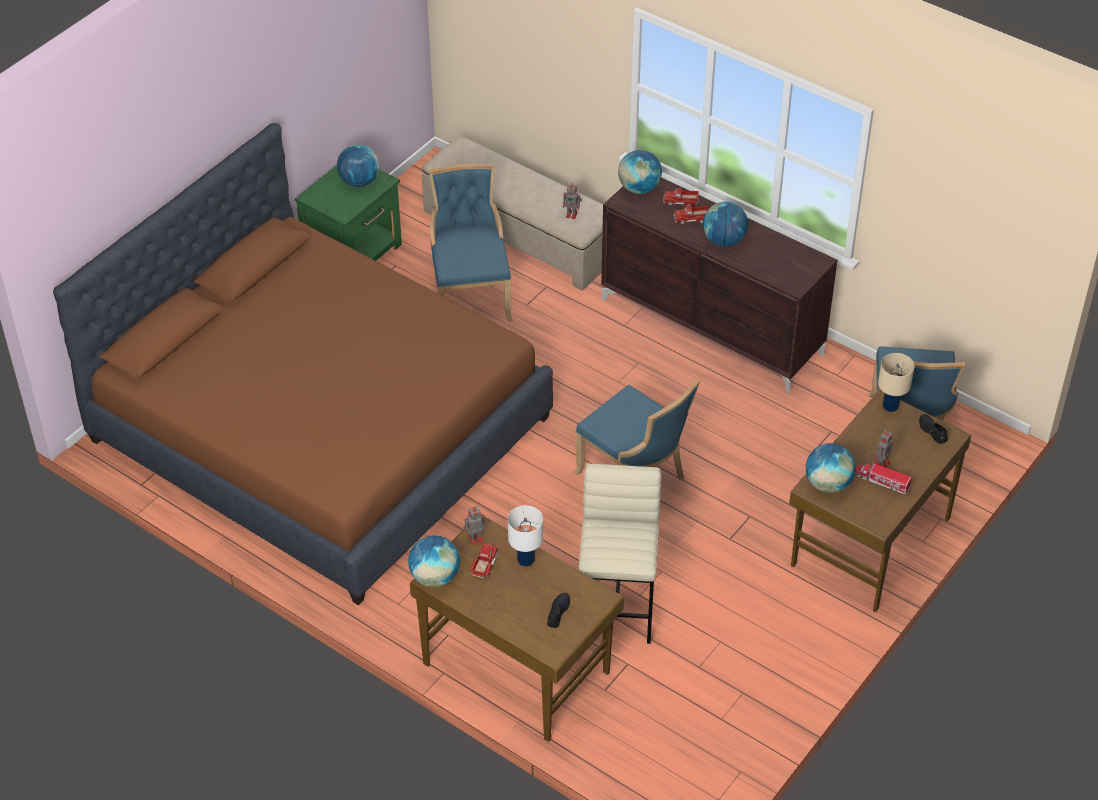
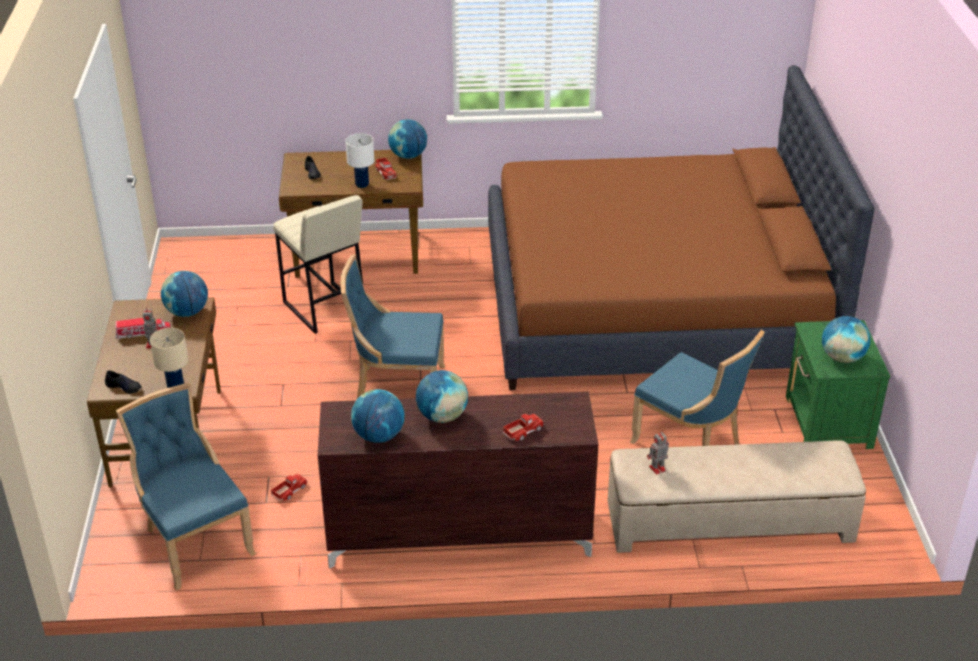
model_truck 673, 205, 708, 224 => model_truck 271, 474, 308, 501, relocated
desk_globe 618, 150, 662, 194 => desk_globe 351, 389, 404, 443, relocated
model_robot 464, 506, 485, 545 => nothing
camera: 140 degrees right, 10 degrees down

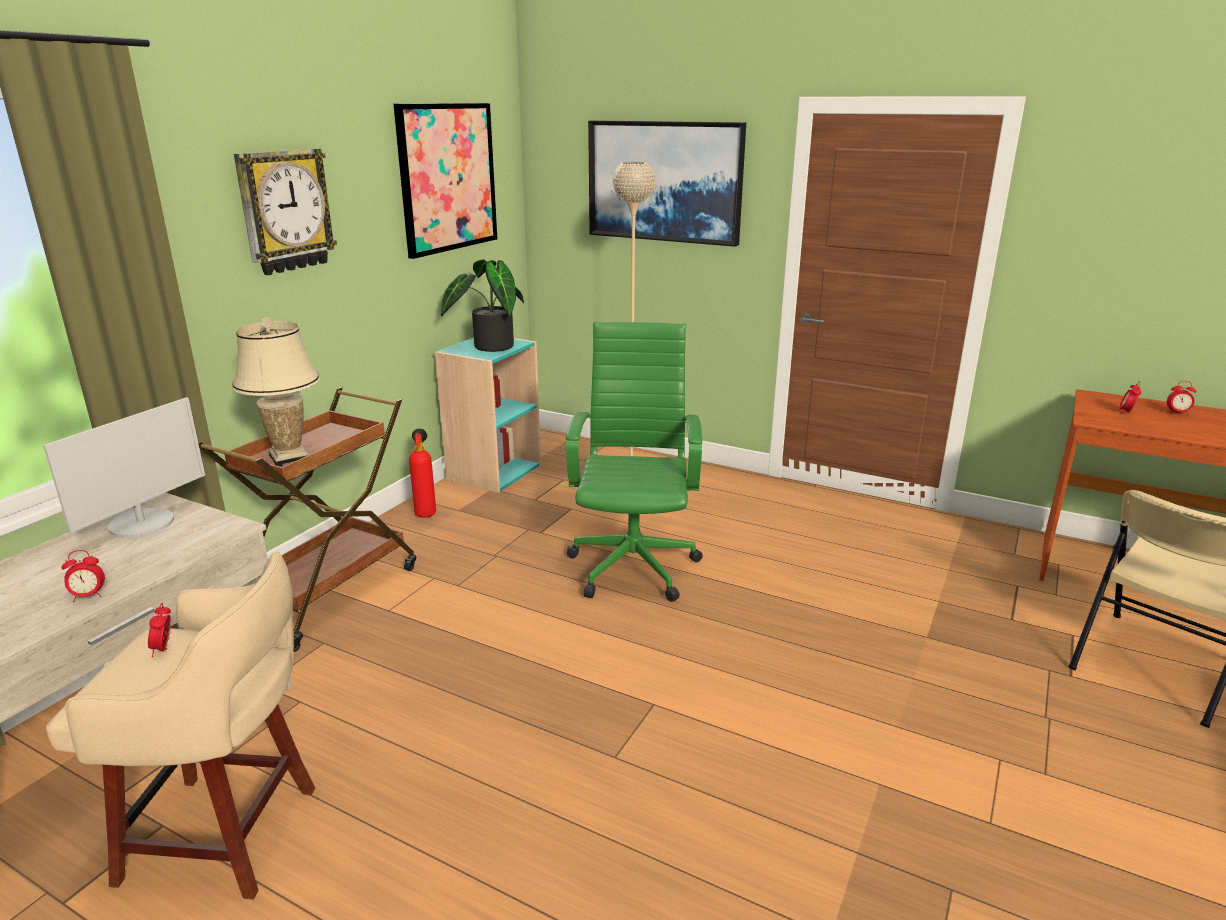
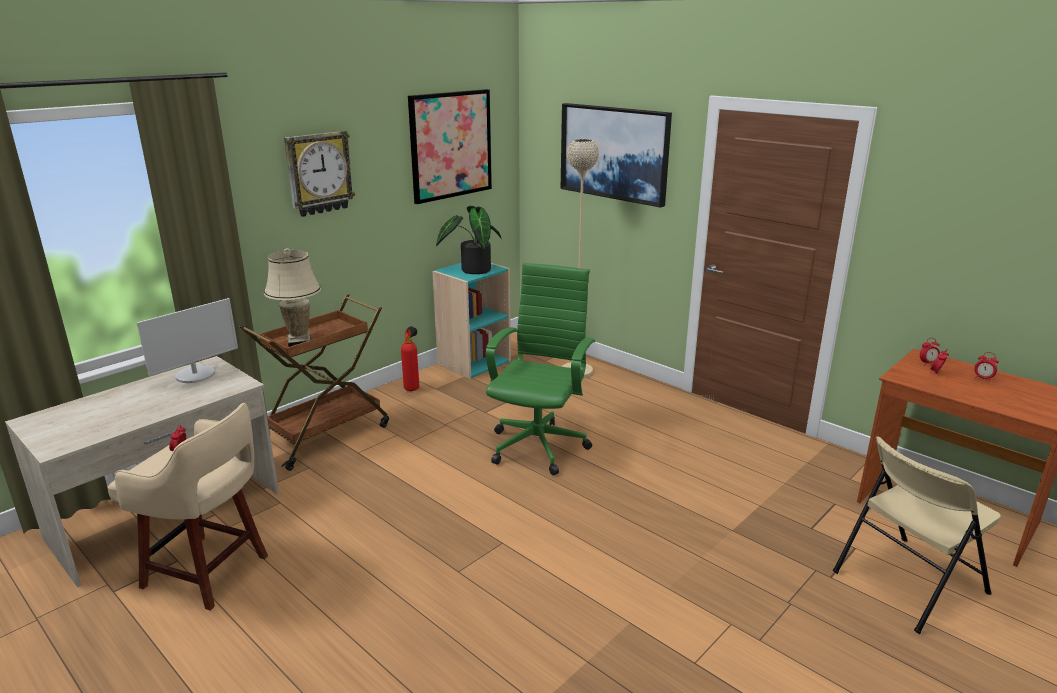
alarm_clock 61, 550, 105, 602 => alarm_clock 920, 338, 940, 364, relocated
camera: 15 degrees right, 0 degrees up

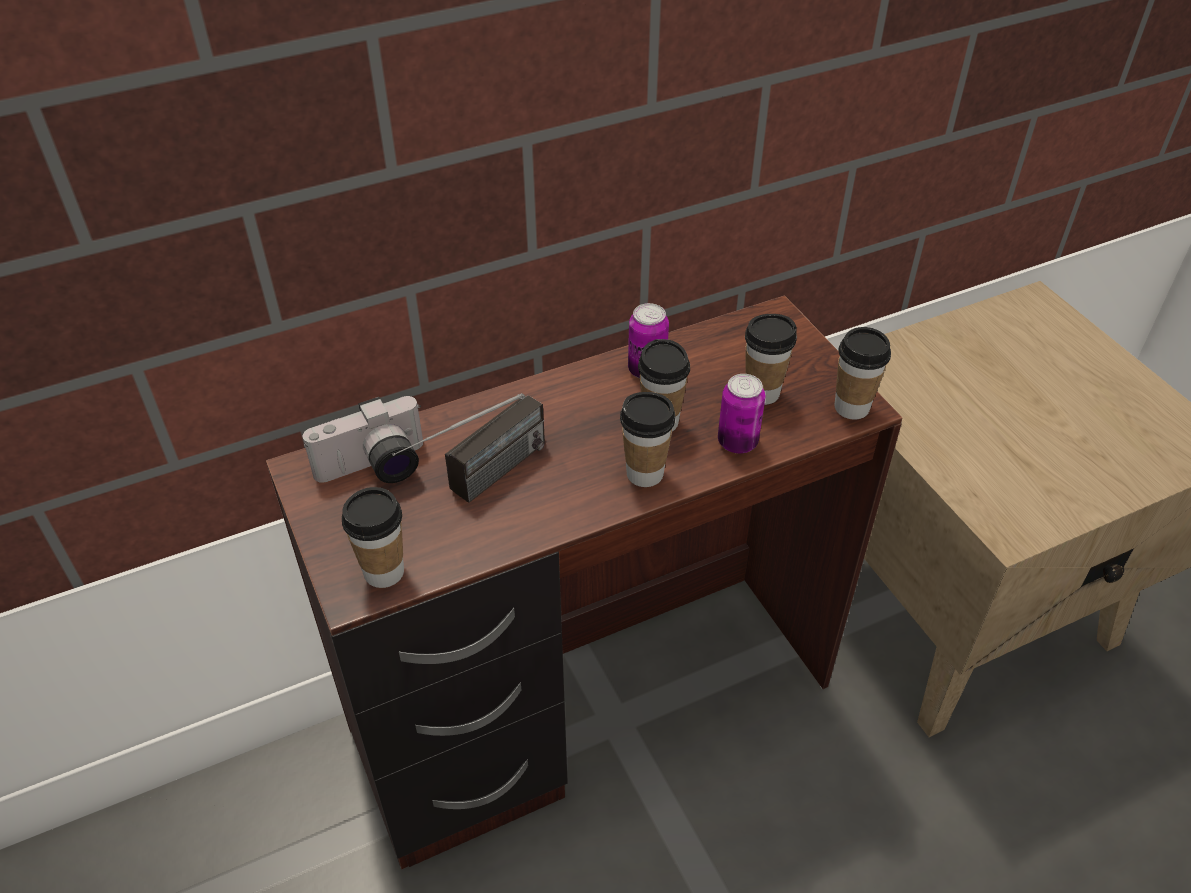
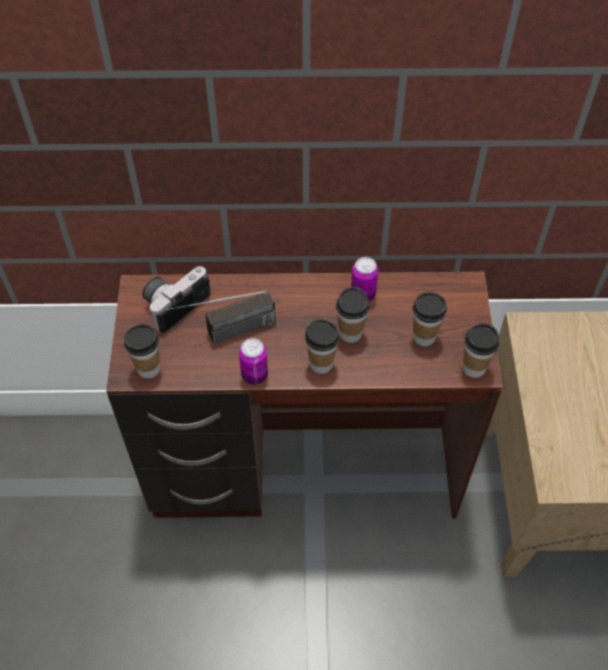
still_camera 303, 396, 423, 483 => still_camera 142, 266, 211, 333, 135 degrees clockwise
sealed_can 718, 374, 765, 453 => sealed_can 239, 338, 268, 385, relocated
camera: 25 degrees right, 10 degrees up

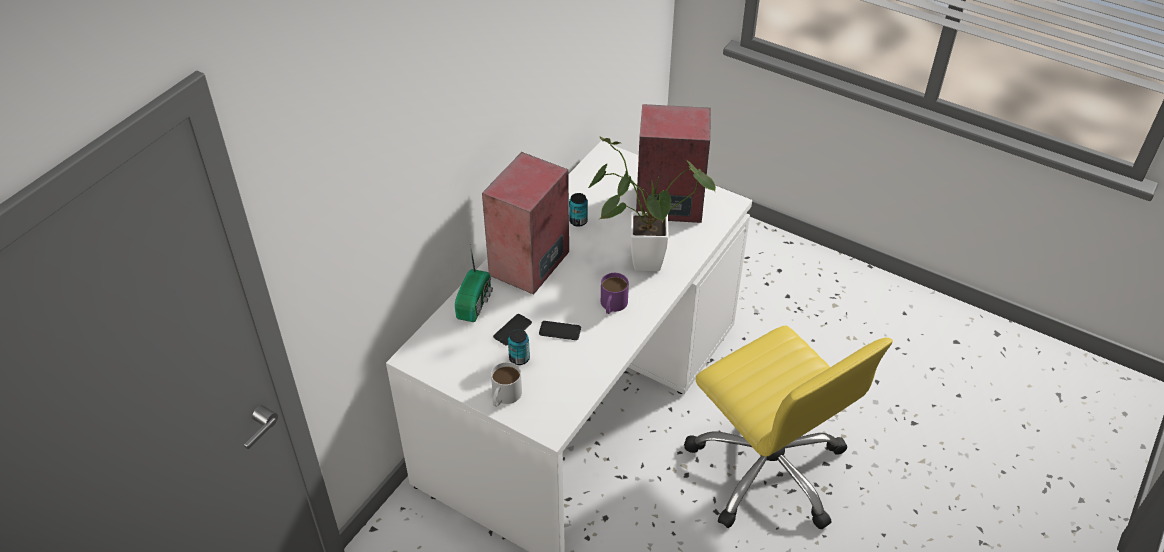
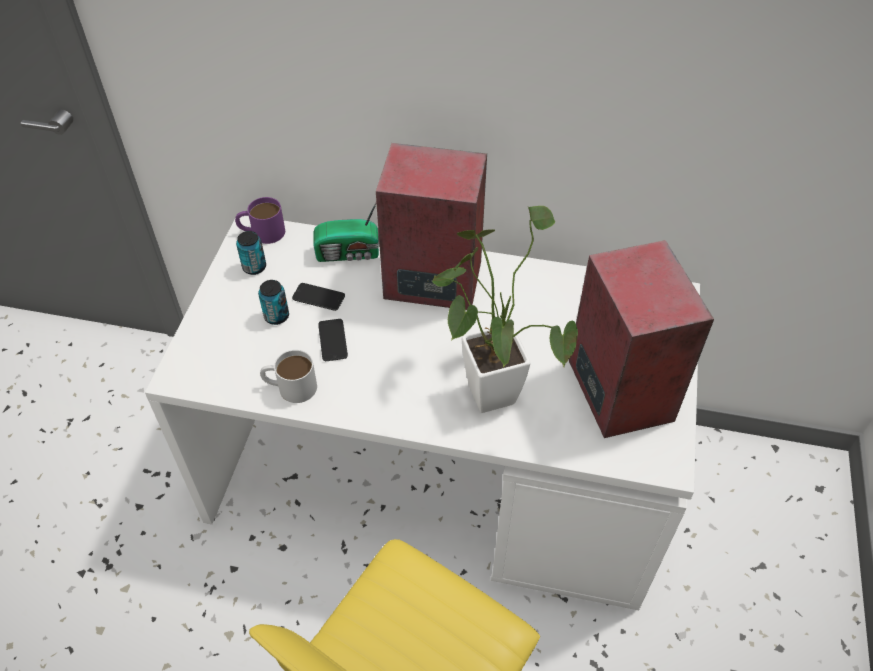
purple_mug 601, 273, 629, 314 => purple_mug 235, 197, 285, 244, relocated
sealed_can 569, 193, 588, 227 => sealed_can 236, 231, 266, 275, relocated
white-coloured_mug 491, 362, 522, 407 => white-coloured_mug 260, 350, 317, 403, relocated
camera: 70 degrees right, 5 degrees up

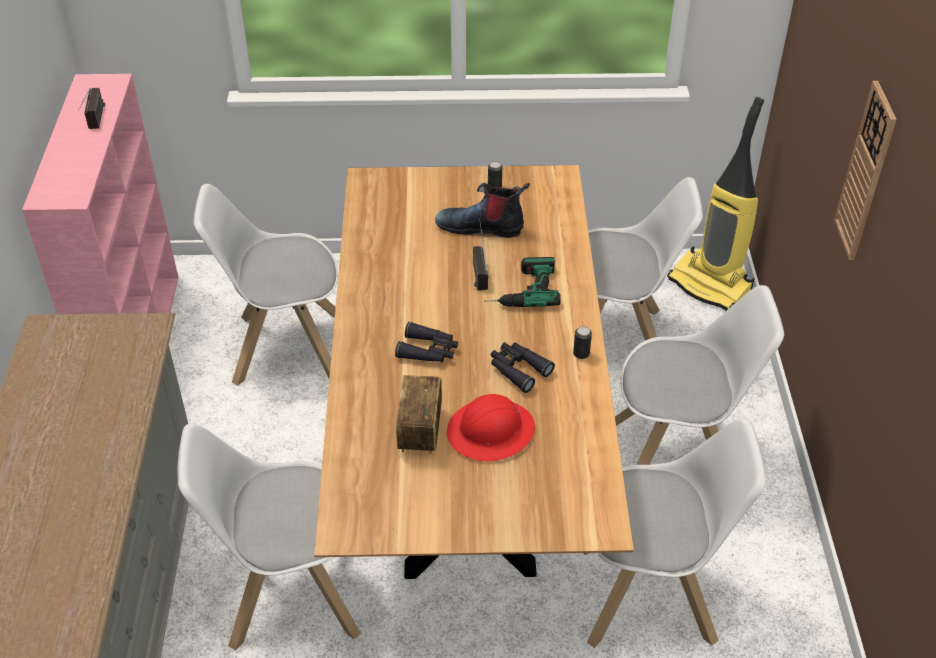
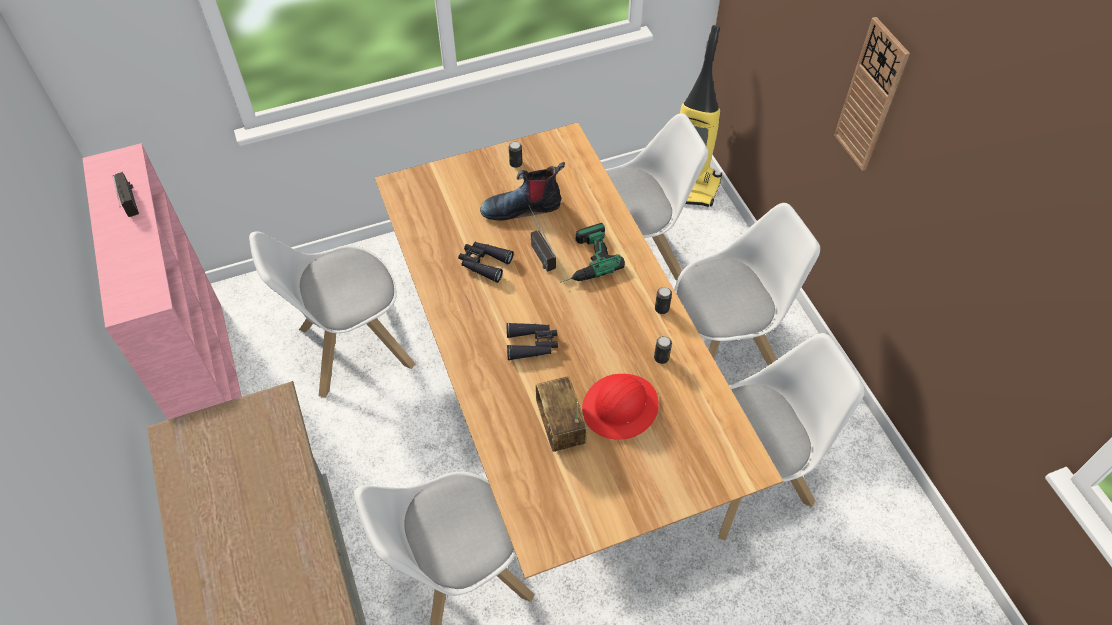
black_pair_of_binoculars 491, 342, 555, 393 => black_pair_of_binoculars 458, 242, 514, 283, relocated
nothing => sealed_can 654, 336, 672, 364
camera: 20 degrees left, 10 degrees up

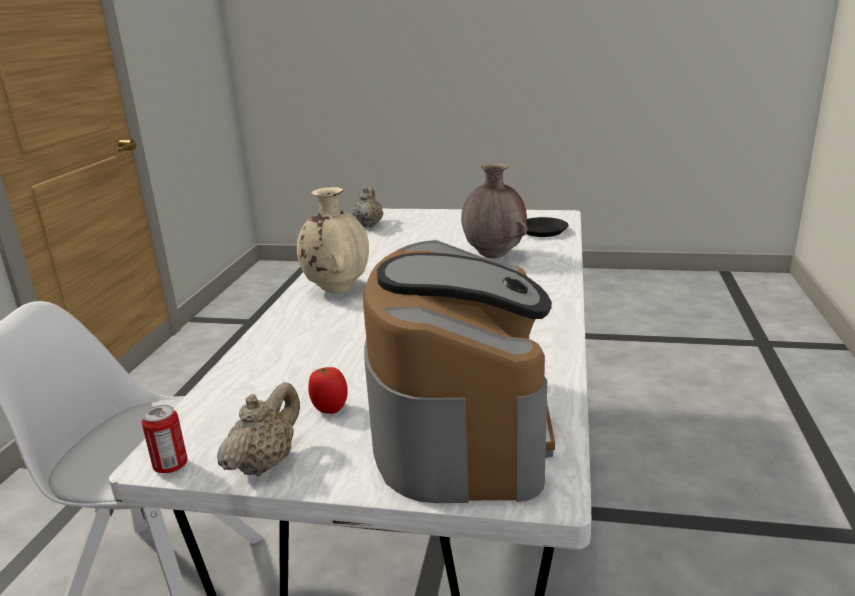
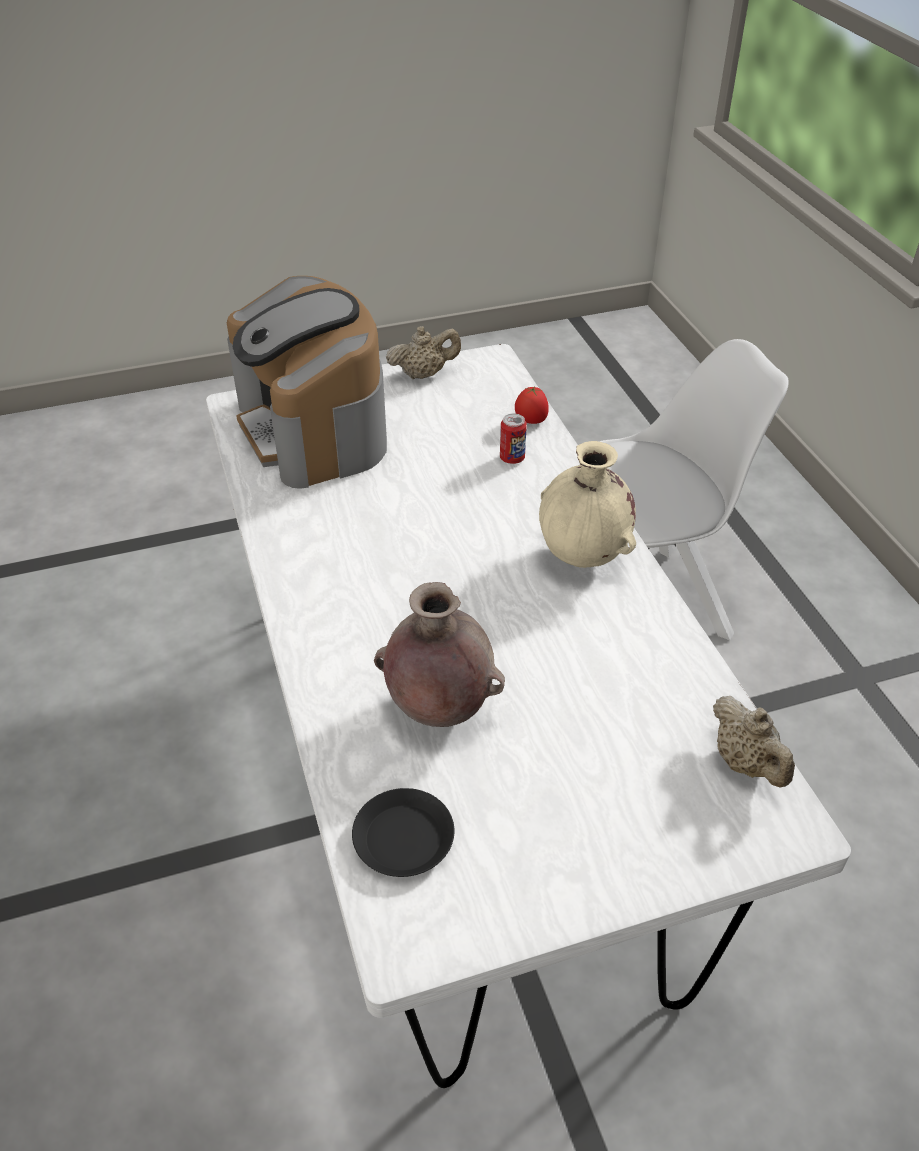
beige-coloured_tea_pot 217, 382, 300, 476 => beige-coloured_tea_pot 386, 326, 461, 379, 105 degrees counterclockwise
sealed_can 141, 405, 188, 473 => sealed_can 500, 413, 527, 464, relocated
fresh_tomato 308, 367, 348, 414 => fresh_tomato 515, 387, 549, 424, relocated
camera: 150 degrees right, 20 degrees up

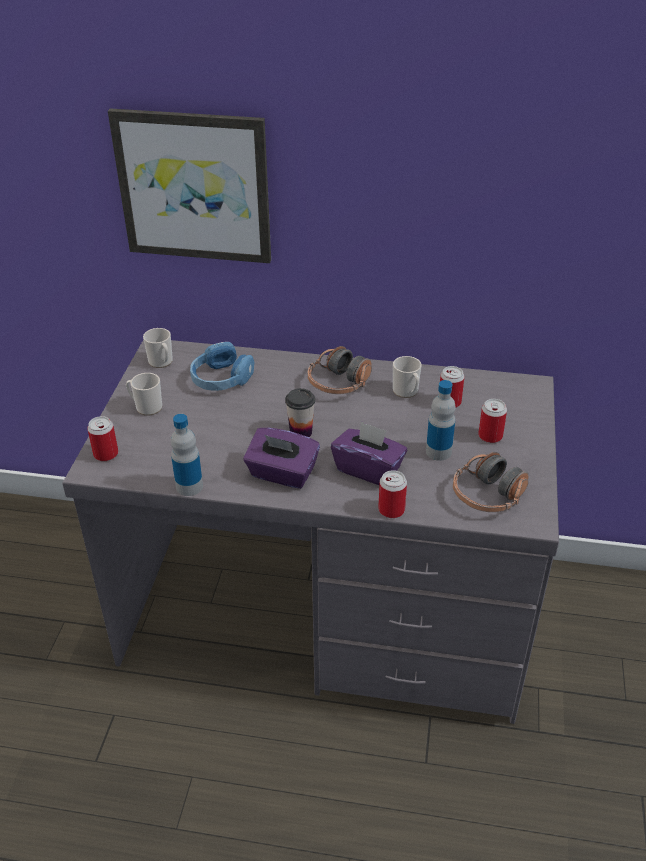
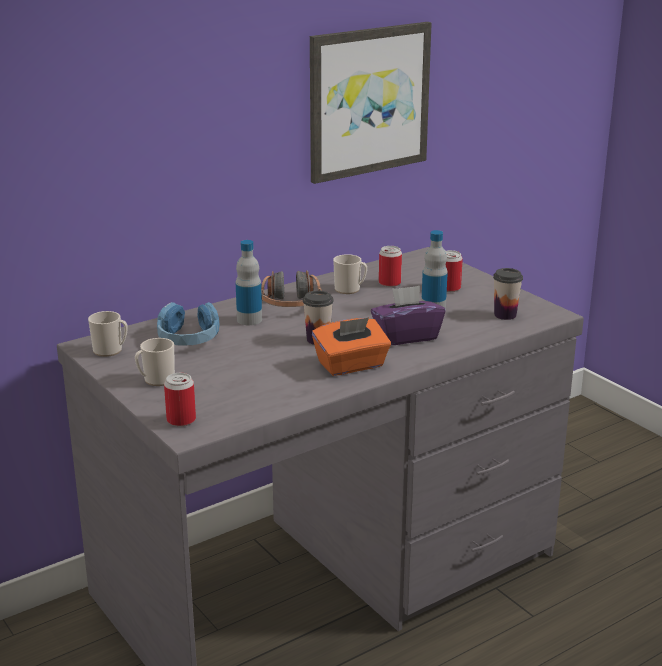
drink_bottle 171, 414, 203, 496 => drink_bottle 236, 240, 262, 325, relocated
wall_picture 108, 108, 271, 263 => wall_picture 310, 22, 432, 184, relocated
purple_tissue_box 243, 428, 320, 489 => orangey_tissue_box 312, 317, 391, 376
headphones 453, 452, 528, 512 => small_cup 493, 268, 523, 320
sealed_can 378, 470, 407, 518 => nothing
camera: 45 degrees left, 15 degrees down

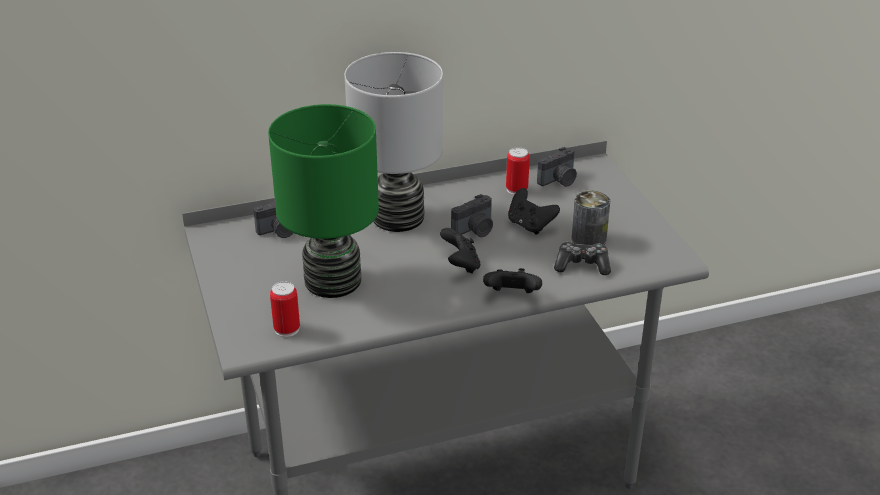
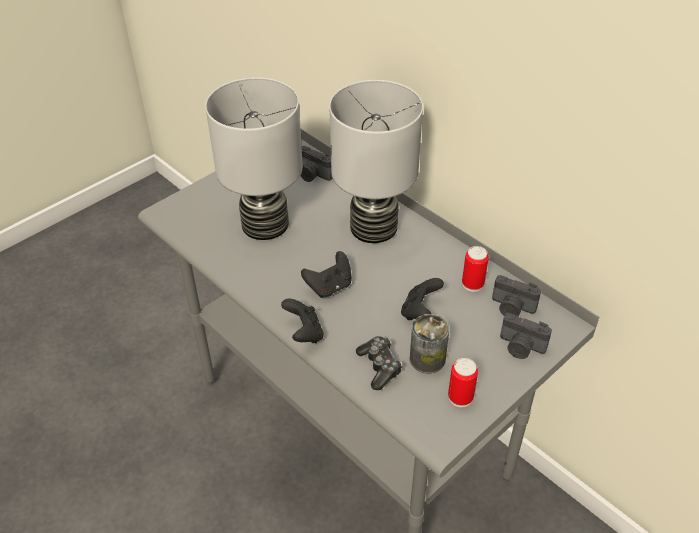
green-coloured_tabletop_lamp 268, 104, 379, 298 => grey_tabletop_lamp 205, 77, 303, 240
sealed_can 270, 281, 300, 337 => sealed_can 448, 358, 478, 407, relocated
still_camera 451, 194, 493, 237 => still_camera 500, 313, 552, 359, relocated
camera: 65 degrees right, 10 degrees up

